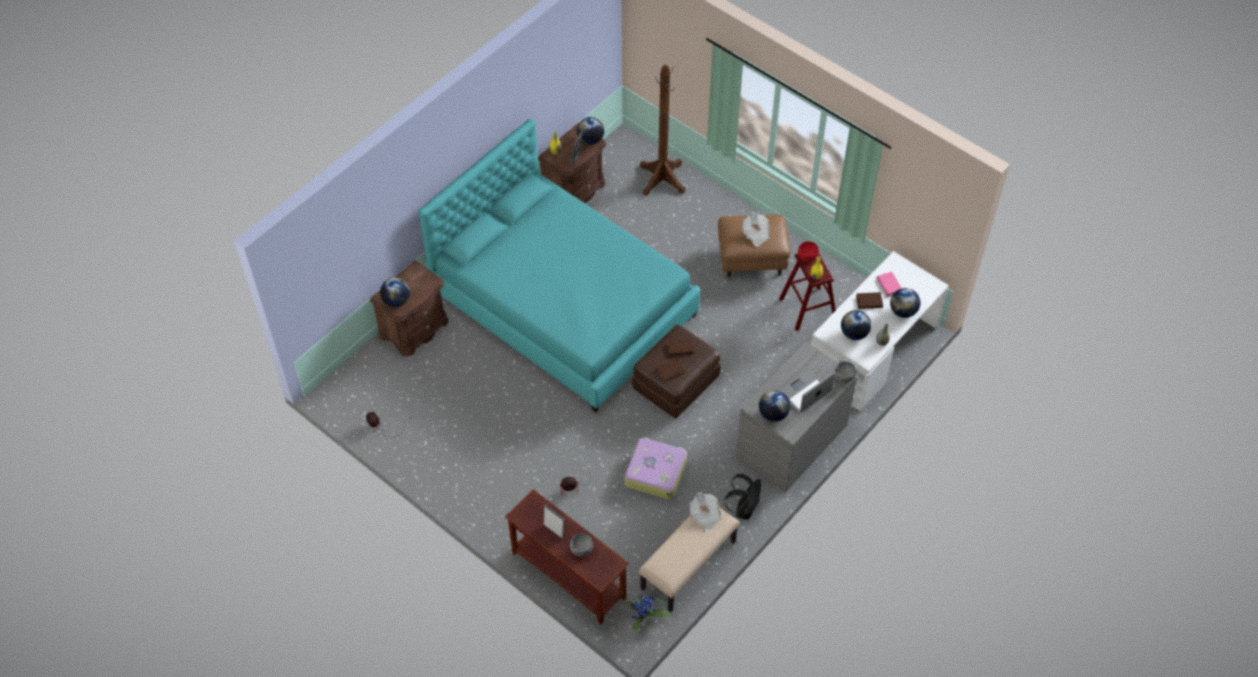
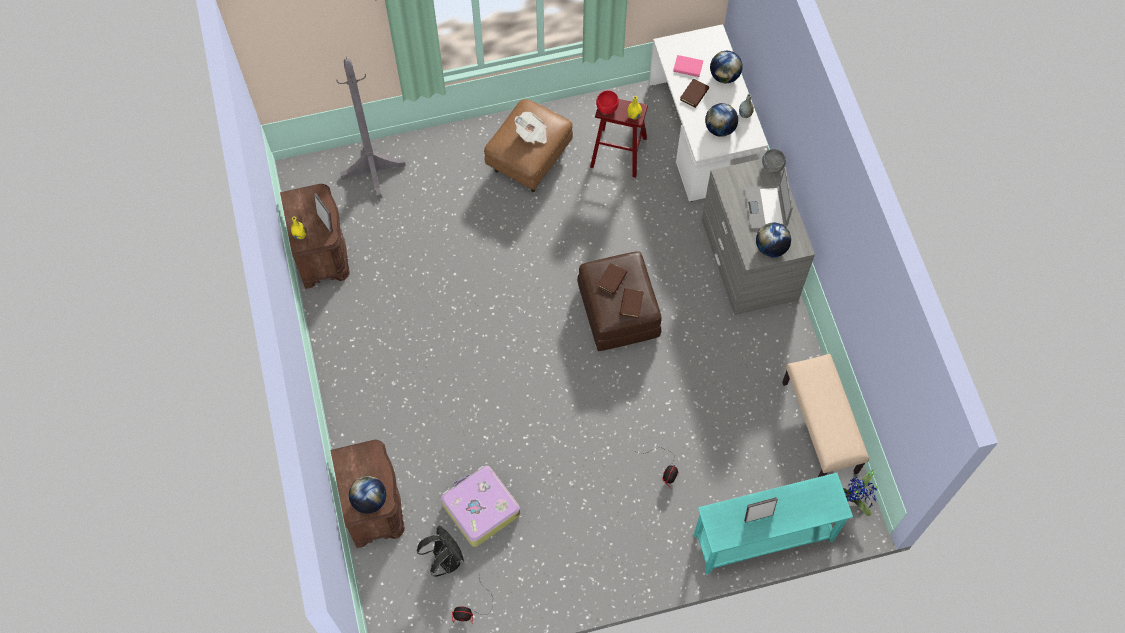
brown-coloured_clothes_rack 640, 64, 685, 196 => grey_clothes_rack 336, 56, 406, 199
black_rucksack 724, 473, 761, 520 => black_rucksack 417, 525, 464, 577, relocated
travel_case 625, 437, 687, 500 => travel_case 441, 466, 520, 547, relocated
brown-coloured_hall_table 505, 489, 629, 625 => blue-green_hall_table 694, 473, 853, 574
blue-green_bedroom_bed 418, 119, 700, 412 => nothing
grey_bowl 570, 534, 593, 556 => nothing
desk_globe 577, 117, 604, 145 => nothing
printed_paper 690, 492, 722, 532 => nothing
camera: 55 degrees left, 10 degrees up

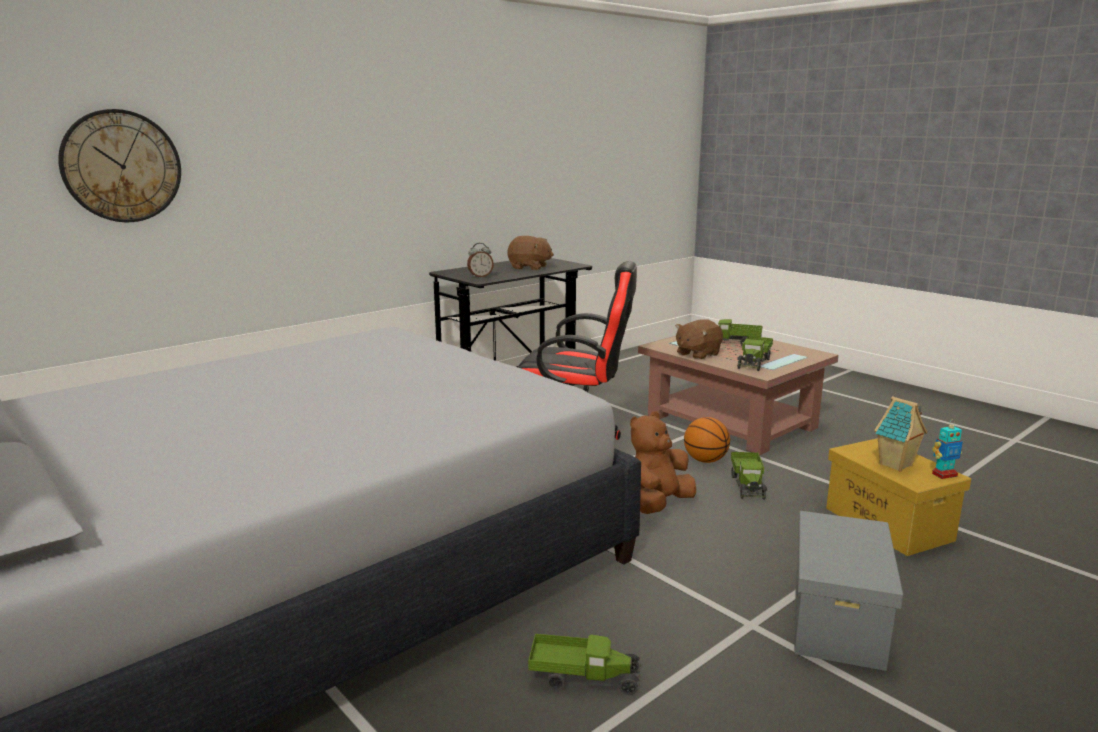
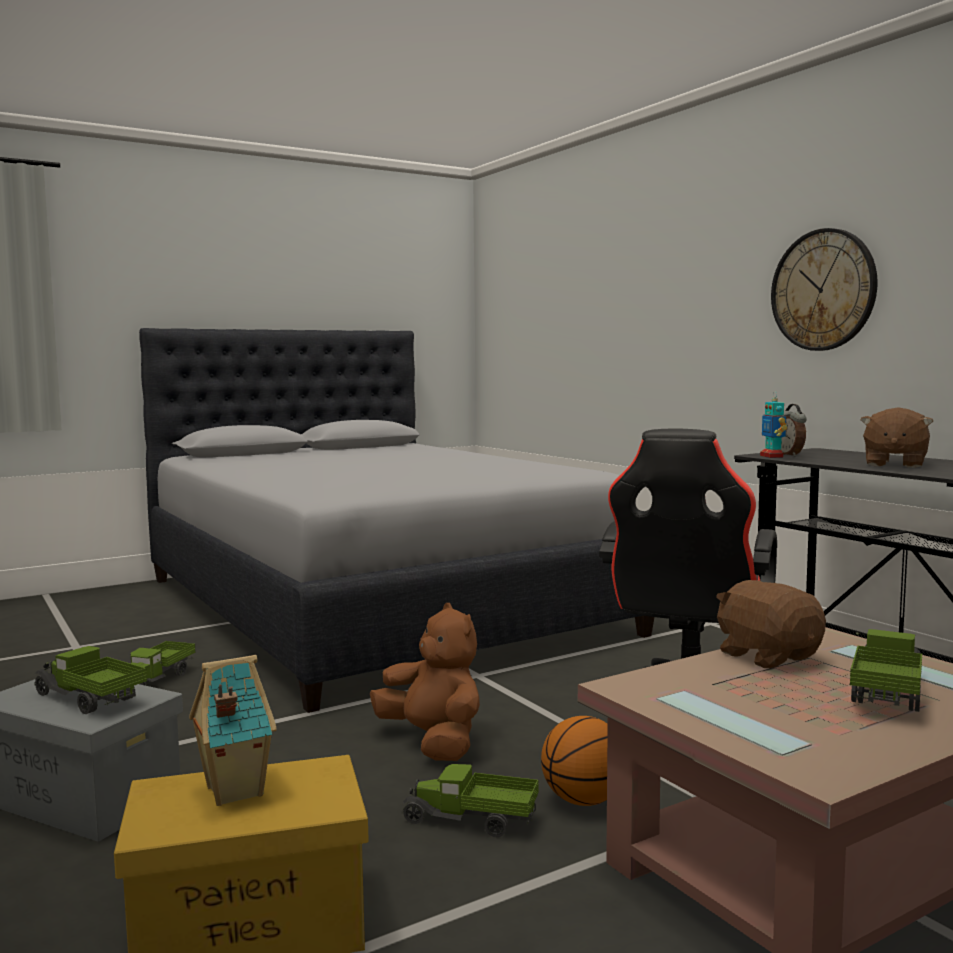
model_truck 737, 336, 773, 371 => model_truck 33, 646, 147, 714, relocated
model_robot 932, 419, 963, 479 => model_robot 760, 393, 787, 458, relocated
hanging_clock 58, 109, 181, 222 => hanging_clock 771, 228, 878, 351, relocated
camera: 100 degrees right, 10 degrees down

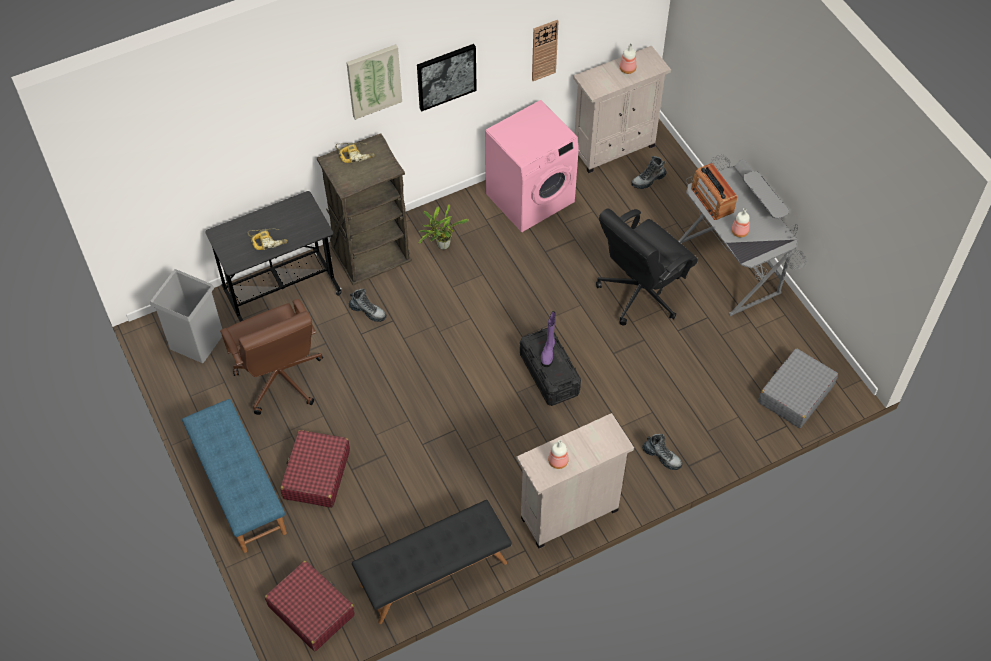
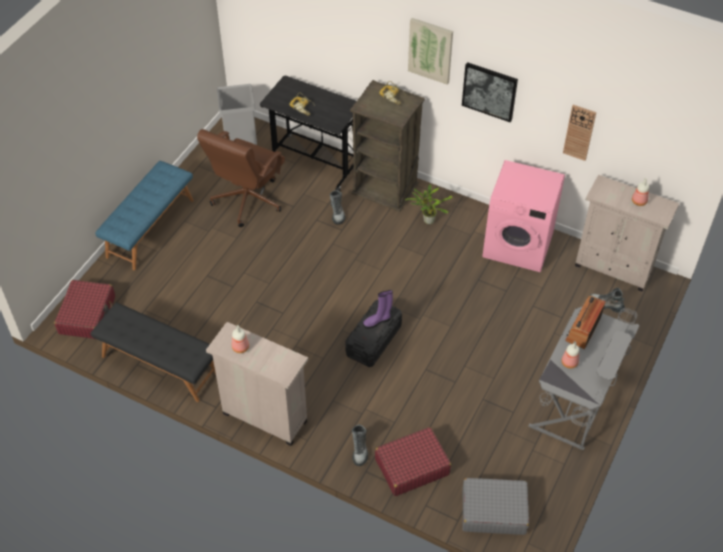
reddish_travel_case 280, 430, 350, 508 => reddish_travel_case 375, 427, 451, 496, relocated
black_office_chair 596, 208, 698, 325 => nothing
camera: 55 degrees right, 5 degrees down

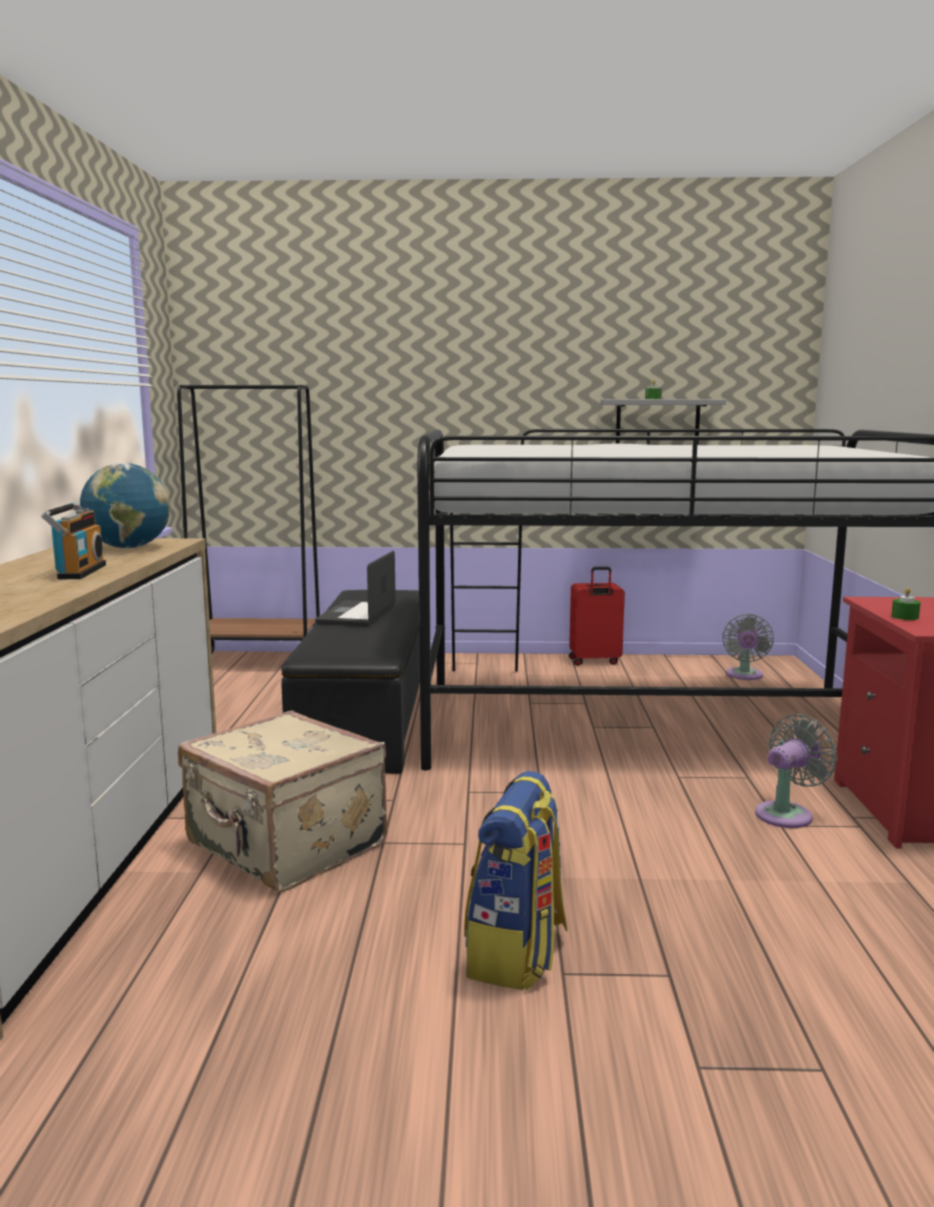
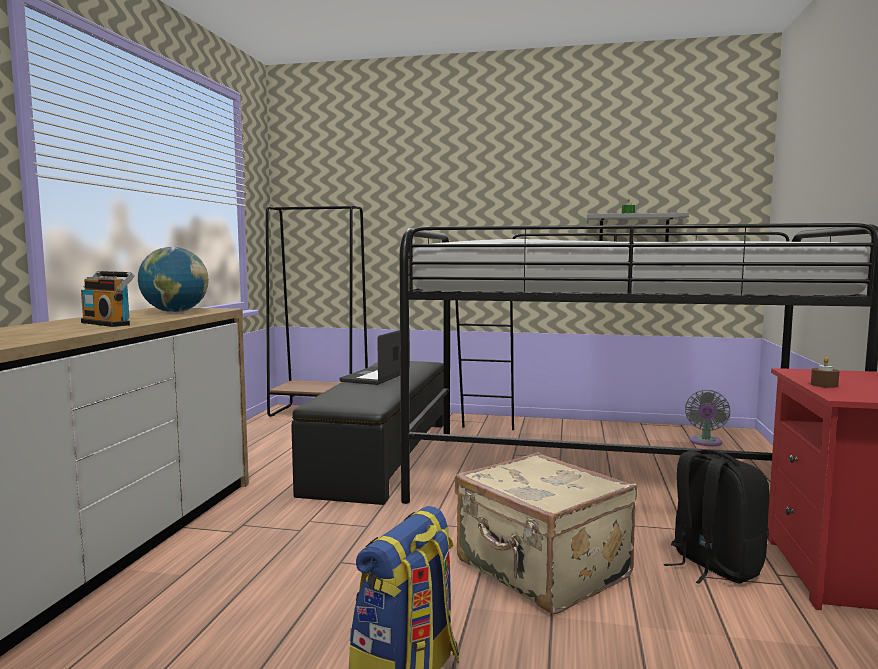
radio_set 41, 502, 106, 579 => radio_set 81, 271, 135, 327, 120 degrees clockwise
beige-coloured_travel_case 178, 711, 387, 892 => beige-coloured_travel_case 455, 452, 637, 614, relocated
grey_cooling_fan 756, 714, 838, 828 => black_rucksack 664, 450, 770, 584
green-coloured_wax_light 891, 588, 921, 620 => brown-coloured_wax_light 811, 357, 839, 388
reddish_travel_case 569, 567, 625, 666 => nothing
camera: 10 degrees right, 5 degrees down

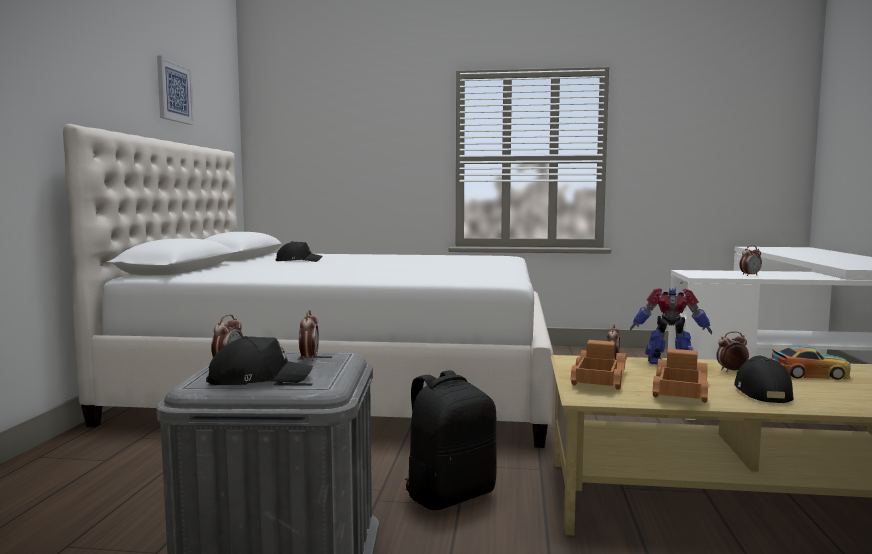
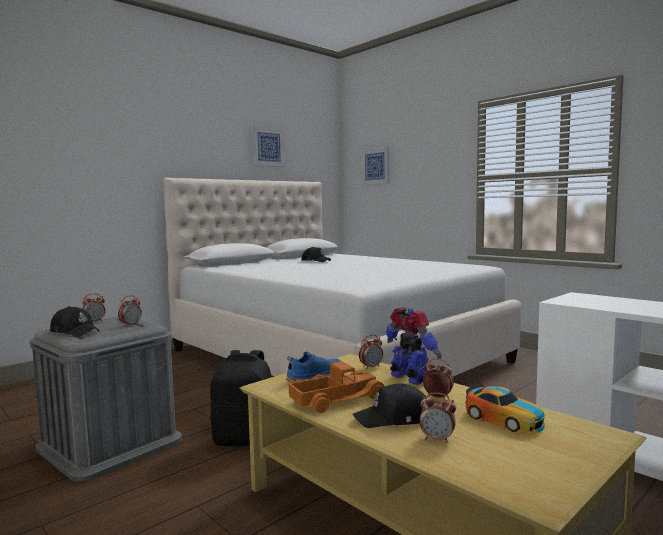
model_truck 570, 340, 627, 390 => blue-coloured_shoe 286, 351, 341, 383
black_cap 734, 356, 794, 403 => black_cap 353, 383, 426, 428, 150 degrees counterclockwise
nothing => wall_picture 361, 146, 389, 185
alarm_clock 739, 245, 762, 276 => alarm_clock 420, 392, 456, 443, relocated
camera: 40 degrees right, 0 degrees up

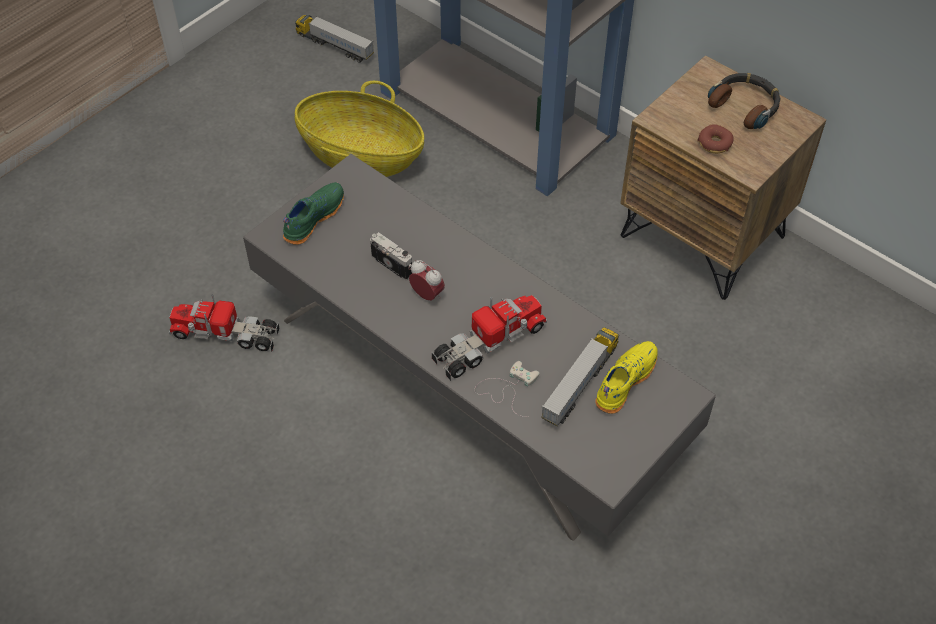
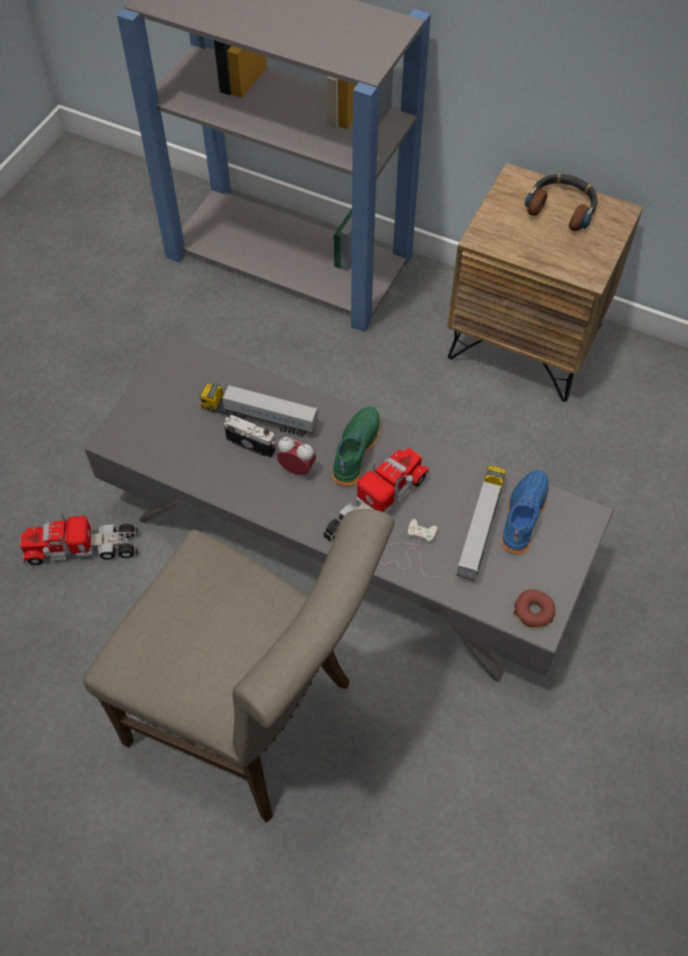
nothing => beige-coloured_chair 83, 509, 395, 823
model_truck 295, 15, 374, 63 => model_truck 200, 384, 318, 437, relocated
green-coloured_shoe 283, 182, 344, 245 => green-coloured_shoe 333, 406, 380, 486, relocated
yellow-coloured_shoe 595, 341, 658, 414 => blue-coloured_shoe 501, 470, 549, 554
doughnut 697, 124, 734, 154 => doughnut 514, 590, 555, 628, relocated
household_basket 295, 81, 424, 177 => nothing
camera: 15 degrees left, 5 degrees up

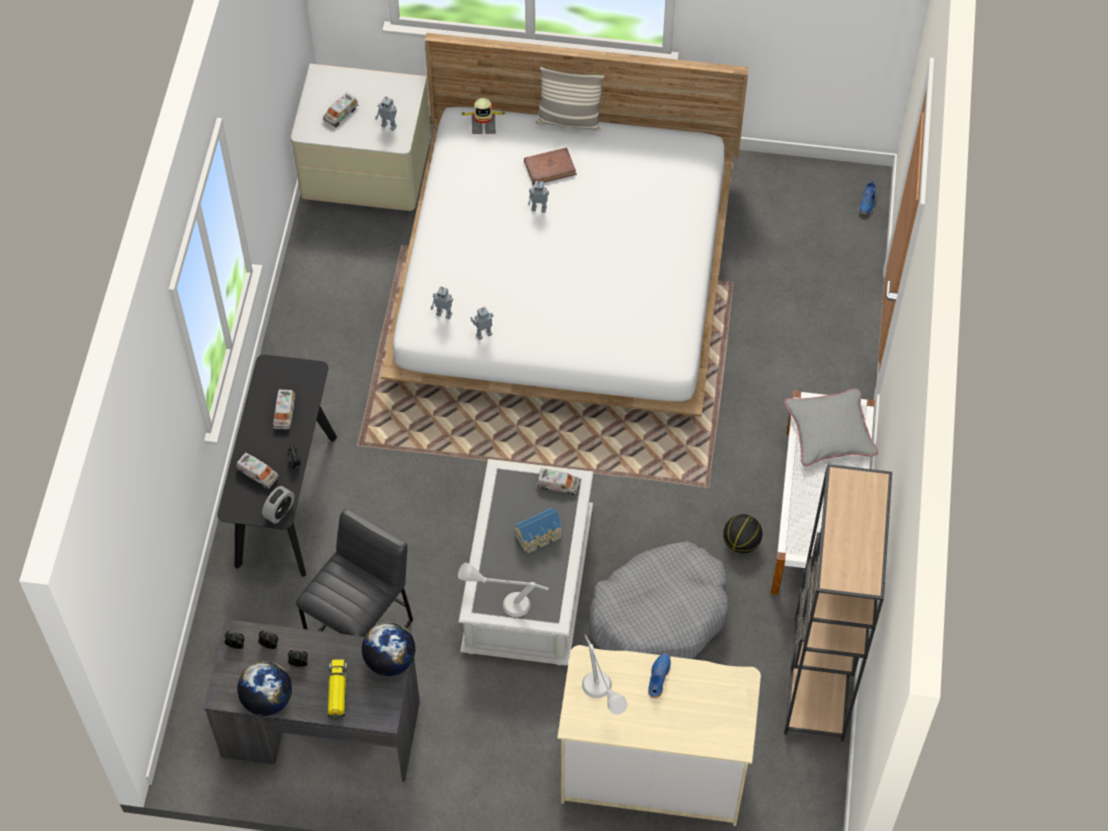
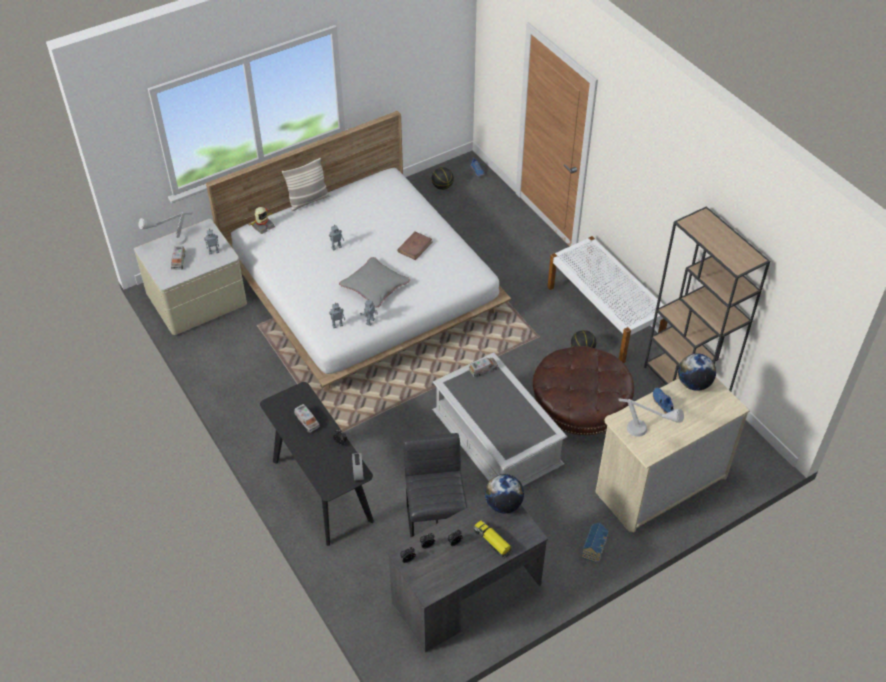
grey_tabletop_lamp 458, 562, 549, 617 => grey_tabletop_lamp 138, 212, 193, 245, relocated
grey_cushion 784, 388, 878, 466 => grey_cushion 339, 257, 410, 308, relocated
brown-coloured_book 524, 147, 577, 185 => brown-coloured_book 397, 232, 433, 260, relocated
nothing => basketball_ball 432, 167, 454, 190
grey_pet_bed 588, 541, 728, 659 => brown-coloured_footrest 533, 346, 634, 435
toy_house 515, 508, 562, 554 => toy_house 582, 523, 609, 562, relocated
desk_globe 237, 661, 292, 716 => desk_globe 678, 353, 716, 391, relocated
model_truck 236, 453, 279, 489 => nothing
camera: 40 degrees left, 10 degrees down

